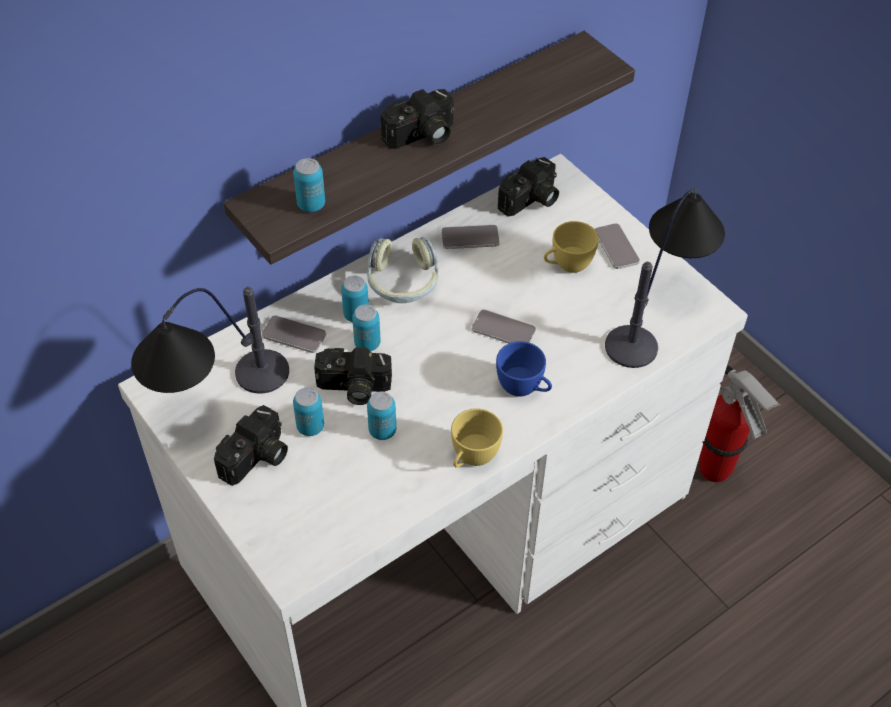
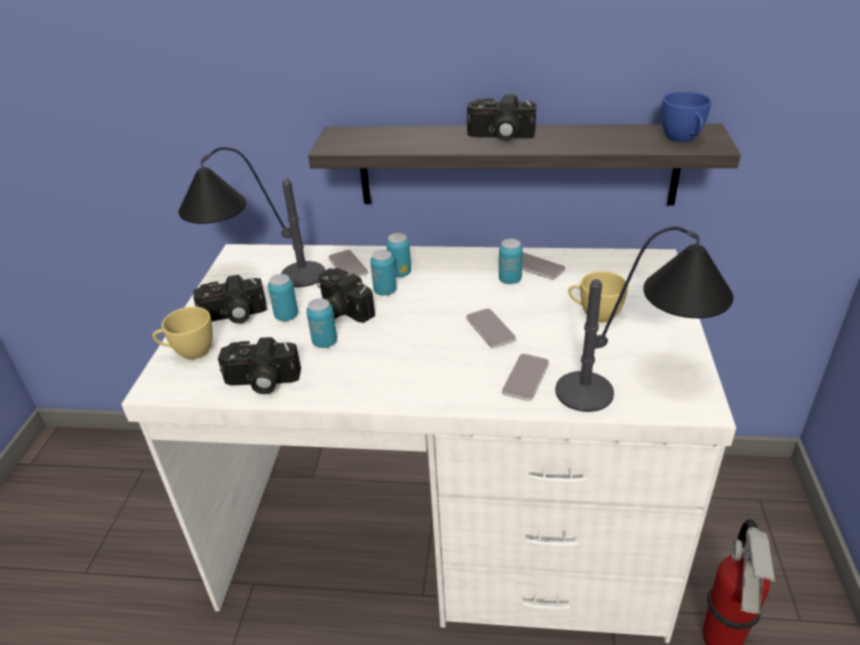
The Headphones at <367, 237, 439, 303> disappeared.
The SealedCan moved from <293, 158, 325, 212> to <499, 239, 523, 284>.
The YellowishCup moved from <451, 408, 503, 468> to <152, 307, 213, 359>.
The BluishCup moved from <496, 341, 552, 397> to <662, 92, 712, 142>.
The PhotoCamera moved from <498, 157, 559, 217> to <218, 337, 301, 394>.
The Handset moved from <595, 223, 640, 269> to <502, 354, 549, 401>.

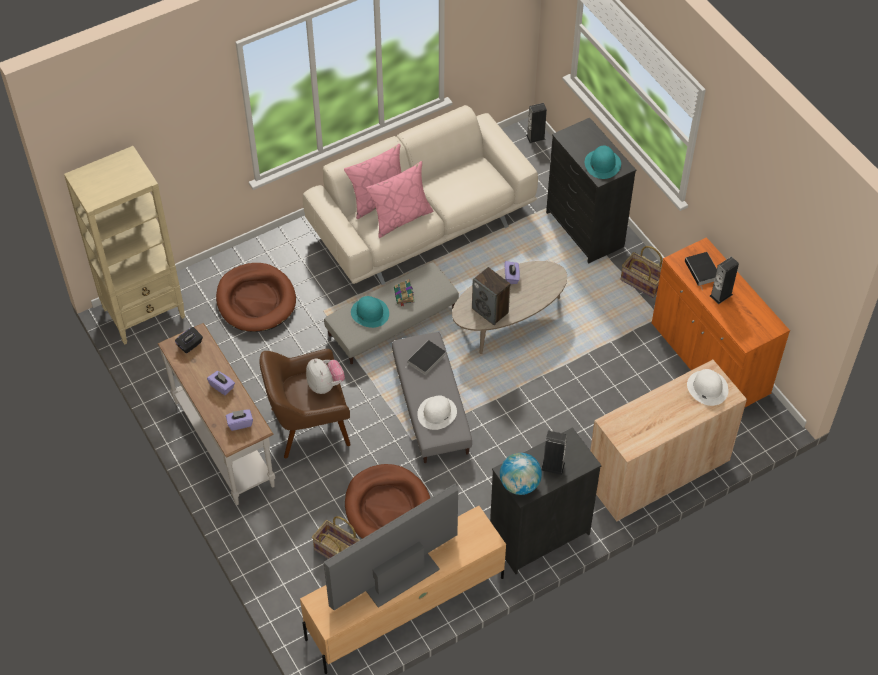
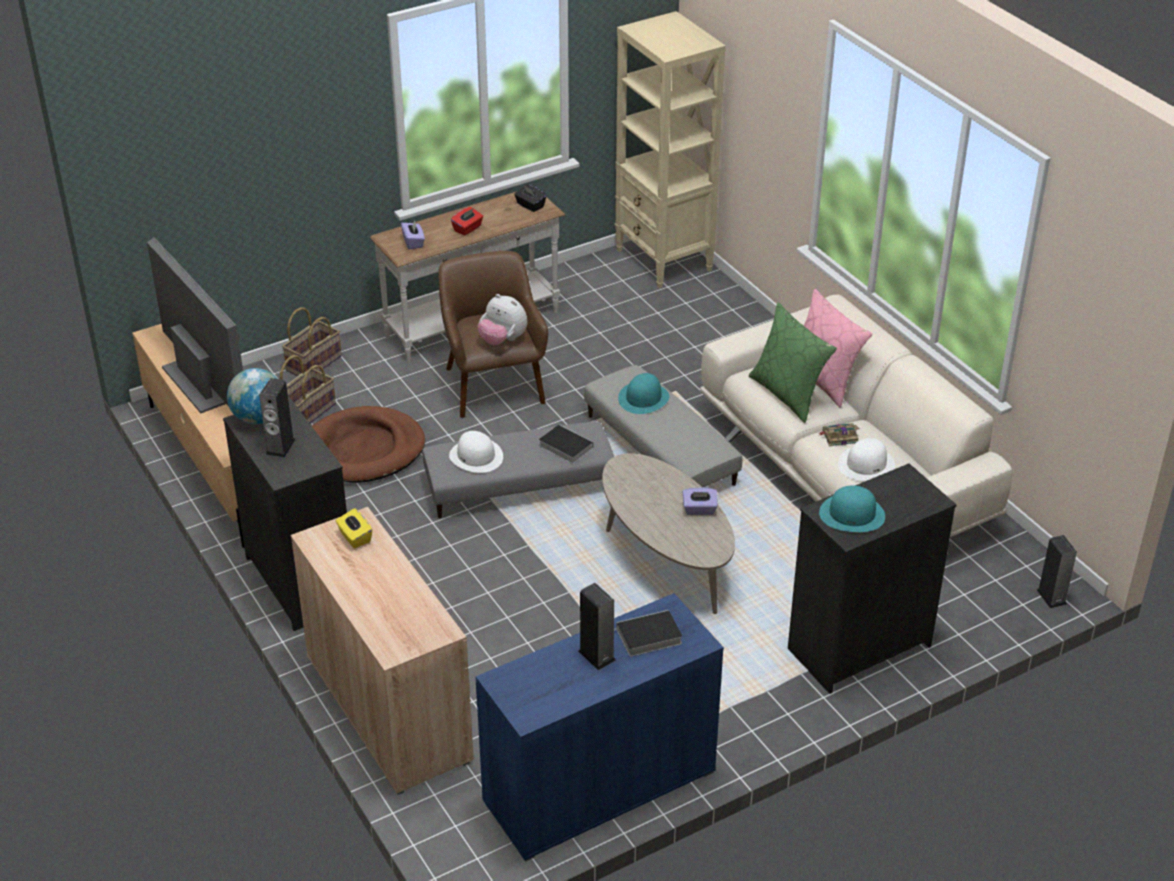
The BrownPetBed at <216, 263, 296, 332> disappeared.
The AudioSpeaker at <472, 267, 510, 325> disappeared.
The YellowishTissueHolder at <336, 508, 372, 548> appeared.
The BoundBook moved from <394, 279, 415, 307> to <819, 423, 860, 446>.
The HouseholdBasket moved from <621, 246, 662, 298> to <282, 307, 342, 376>.
The WhitishWearableHat moved from <687, 369, 728, 406> to <838, 438, 895, 481>.
The PurplishTissueHolder at <207, 371, 235, 395> became the RedColouredTissueHolder at <451, 207, 483, 235>.
The PinkColouredThrowPillow at <366, 161, 434, 238> became the GreenColouredThrowPillow at <749, 303, 837, 423>.
The OrangeyCupboard at <652, 237, 790, 407> became the BluishCupboard at <476, 593, 724, 862>.
The CuddlyToy at <306, 359, 345, 394> turned 60 degrees clockwise.

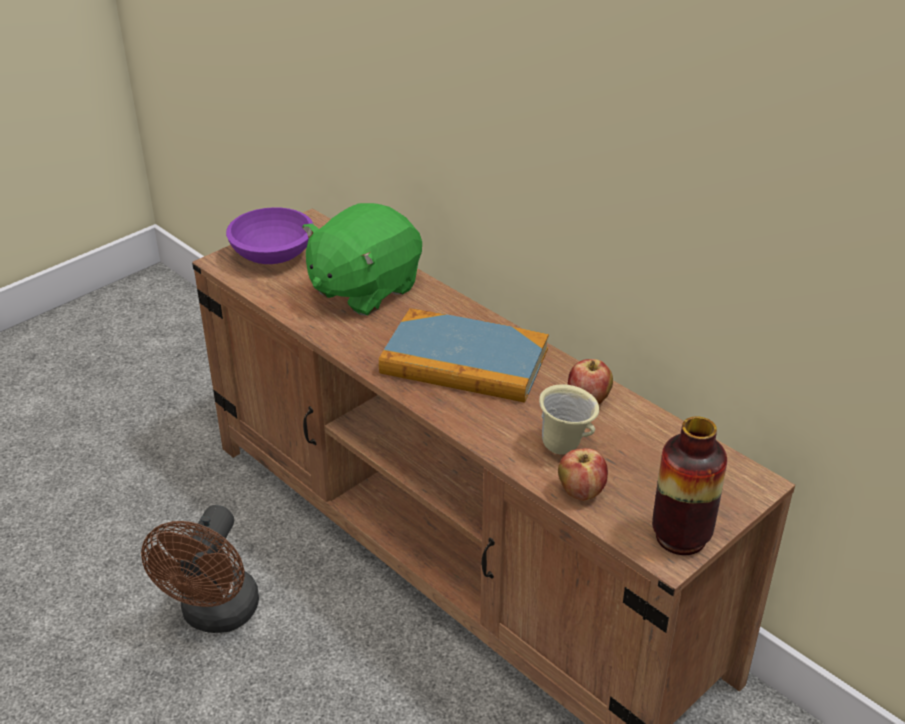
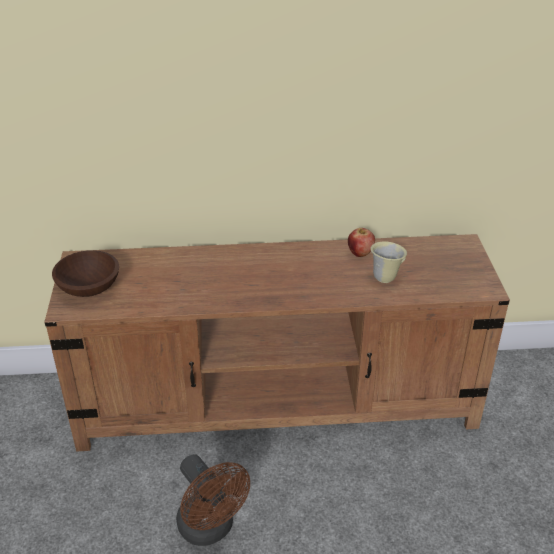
The GreenColouredCuddlyToy at <303, 203, 422, 316> disappeared.
The BoundBook at <379, 308, 549, 403> disappeared.
The Apple at <558, 448, 608, 501> disappeared.
The DecorativeVase at <652, 416, 727, 555> disappeared.
The PurplishBowl at <226, 207, 314, 264> became the BrownBowl at <52, 250, 119, 297>.

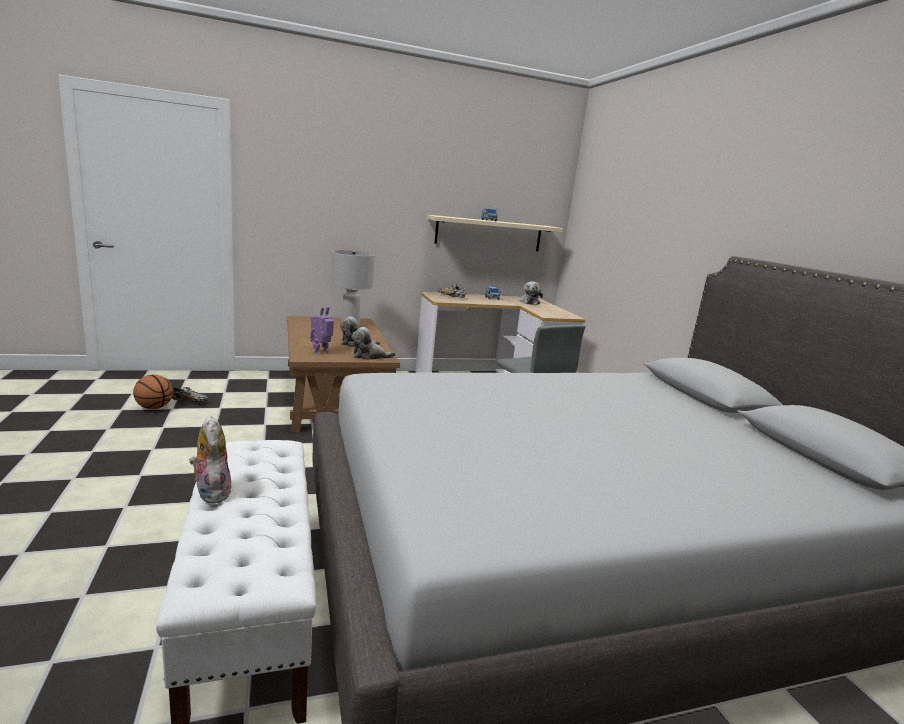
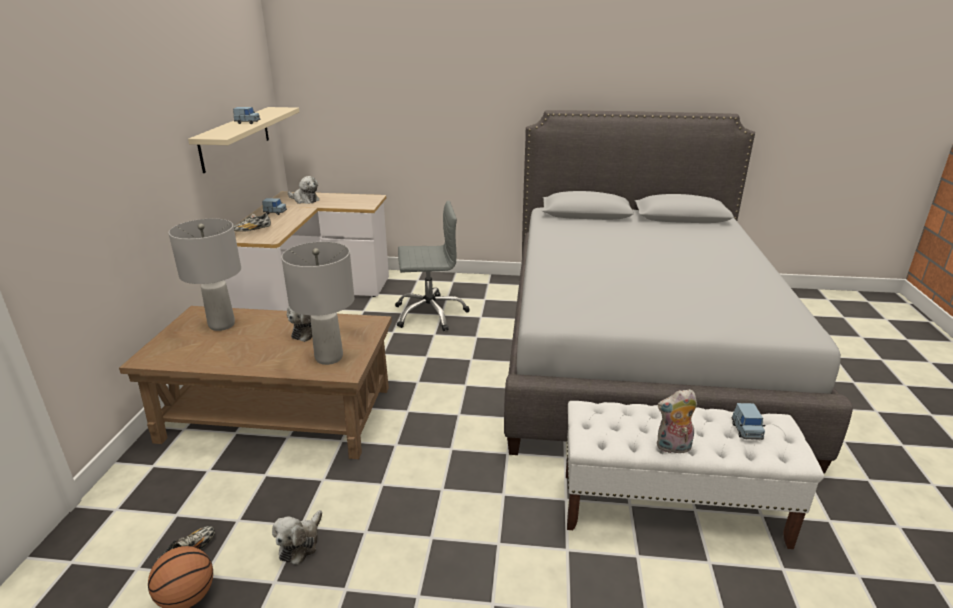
The BluishToyCar at <731, 403, 765, 440> appeared.
The CuddlyToy moved from <352, 327, 396, 360> to <272, 510, 322, 565>.
The RobotFigure at <311, 306, 334, 354> was replaced by the GreyLampForATable at <281, 242, 354, 365>.

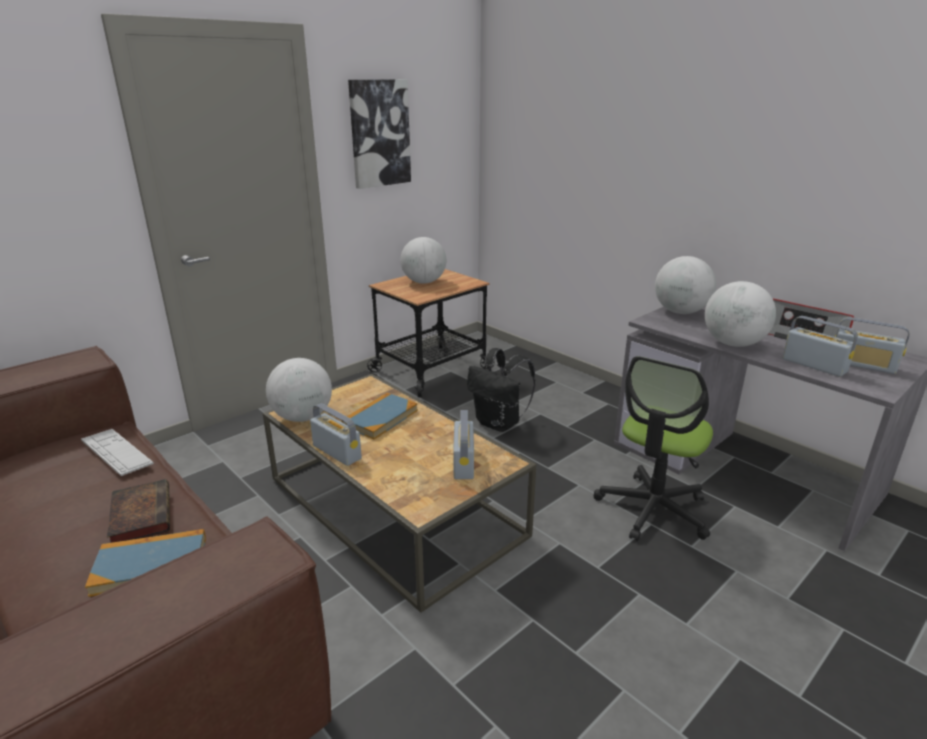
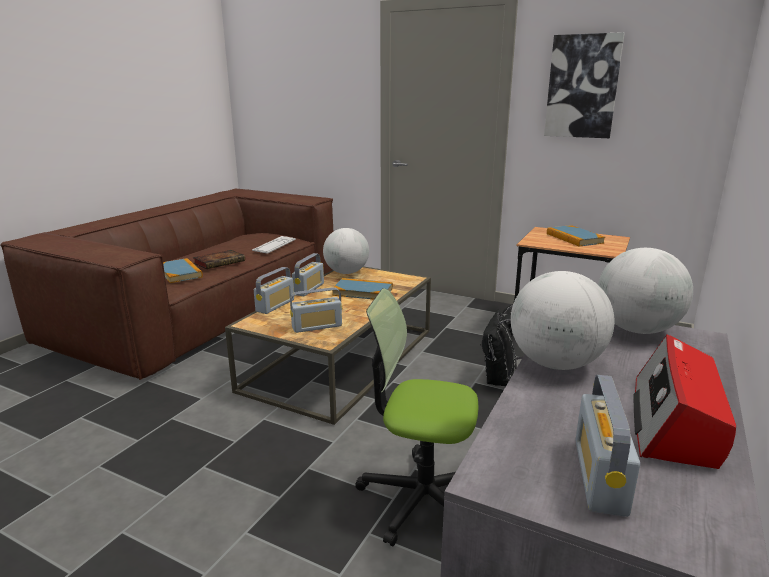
The RadioReceiver moved from <783, 316, 858, 377> to <254, 267, 294, 314>.
The DeskGlobe at <400, 237, 446, 284> was replaced by the BoundBook at <547, 225, 605, 247>.

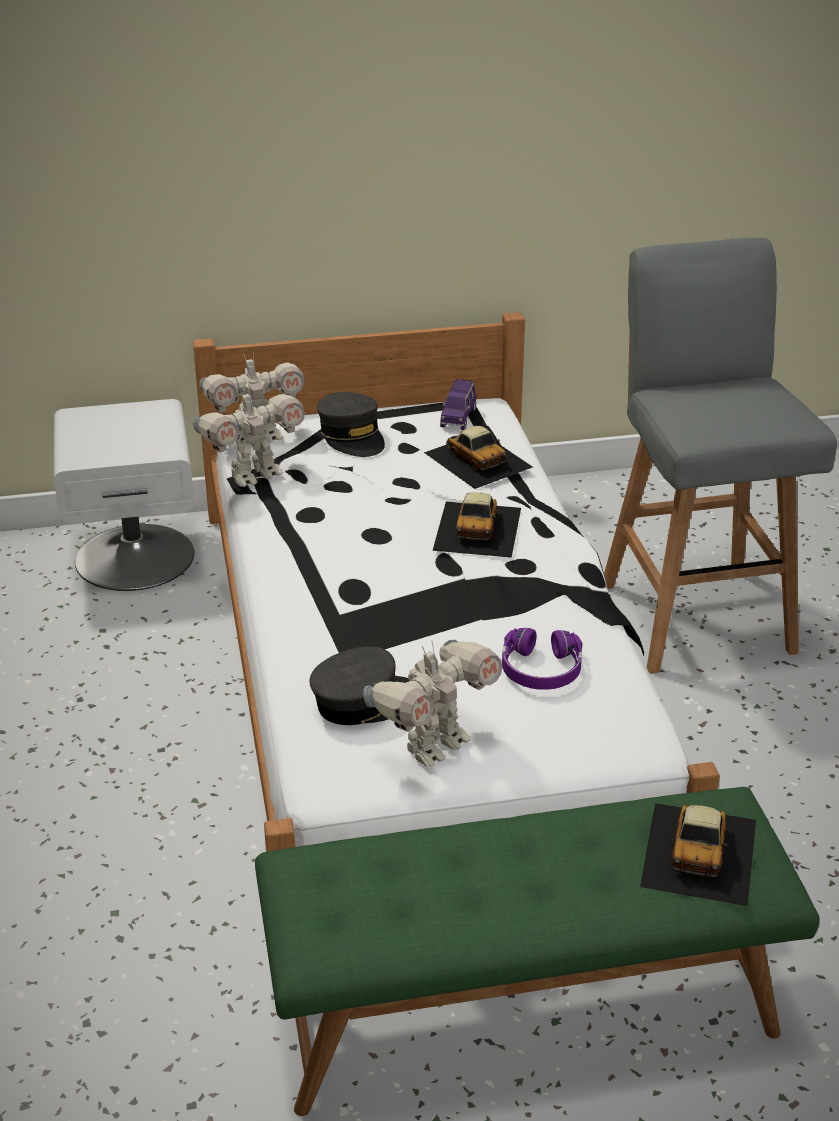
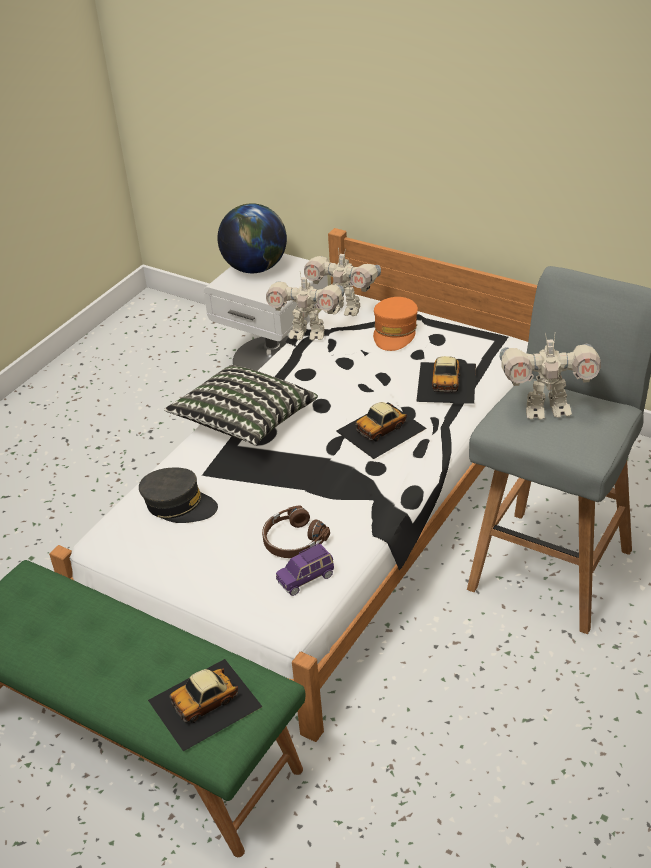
The ThrowPillow at <164, 365, 318, 445> appeared.
The DeskGlobe at <218, 203, 287, 273> appeared.
The RobotFigure moved from <363, 640, 503, 767> to <500, 333, 601, 420>.
The PurplishToyCar moved from <440, 379, 477, 430> to <276, 543, 334, 596>.
The GreyPeakedCap at <317, 392, 385, 457> became the OrangeyPeakedCap at <373, 297, 418, 351>.
The PurplishHeadphones at <502, 628, 582, 690> became the BrownHeadphones at <262, 506, 330, 558>.

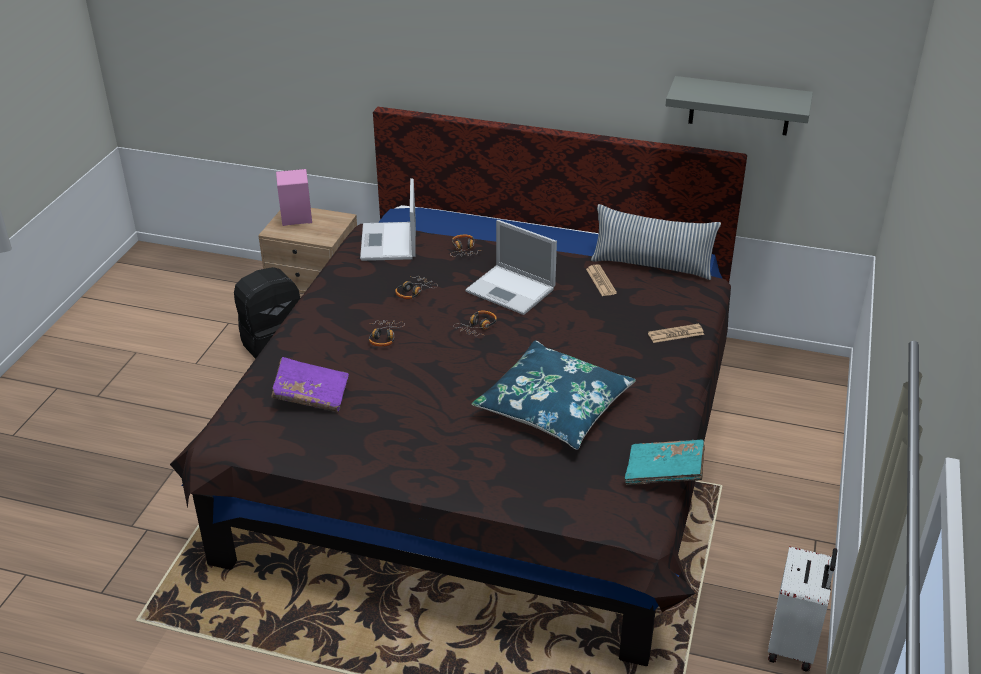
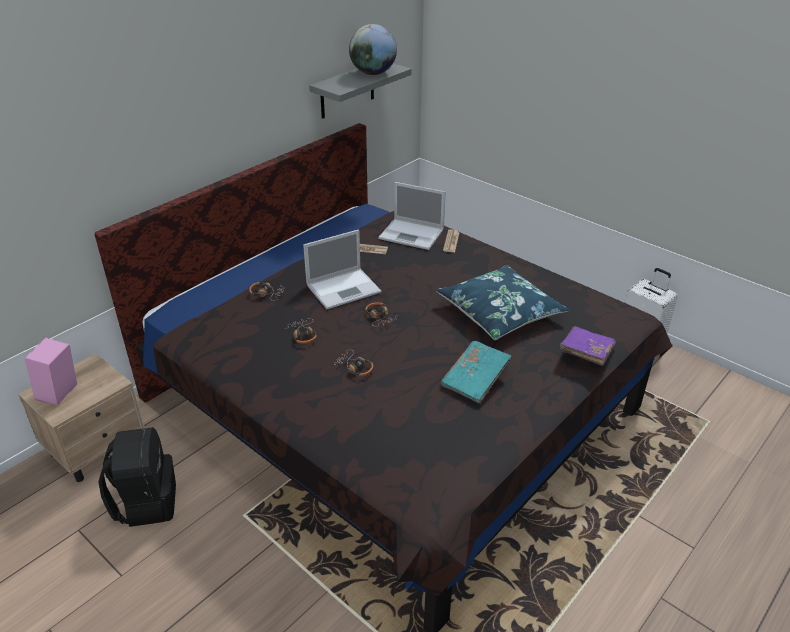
The ThrowPillow at <591, 204, 721, 280> disappeared.
The DeskGlobe at <349, 24, 397, 75> appeared.
The PurplishBoundBook moved from <271, 357, 349, 412> to <560, 326, 616, 366>.
The PortableComputer moved from <360, 178, 416, 261> to <378, 182, 446, 250>.
The TurquoiseBoundBook moved from <625, 439, 705, 485> to <441, 341, 512, 404>.

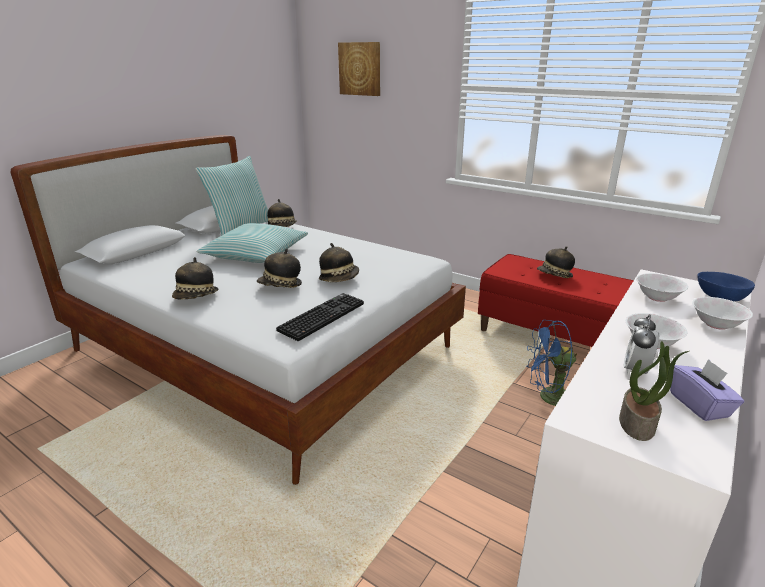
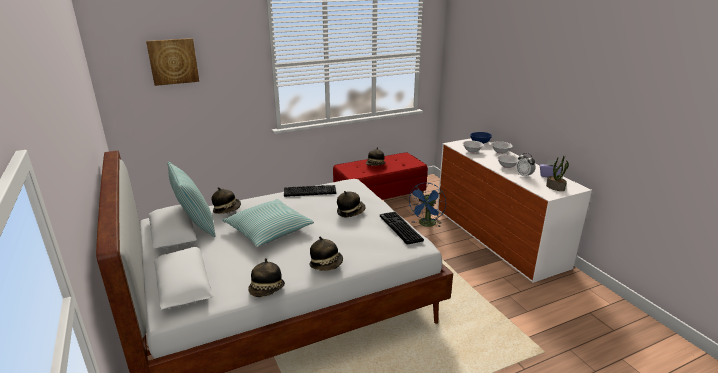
The Keyboard at <284, 185, 336, 197> appeared.
The WearableHat moved from <257, 249, 302, 288> to <248, 258, 285, 297>.

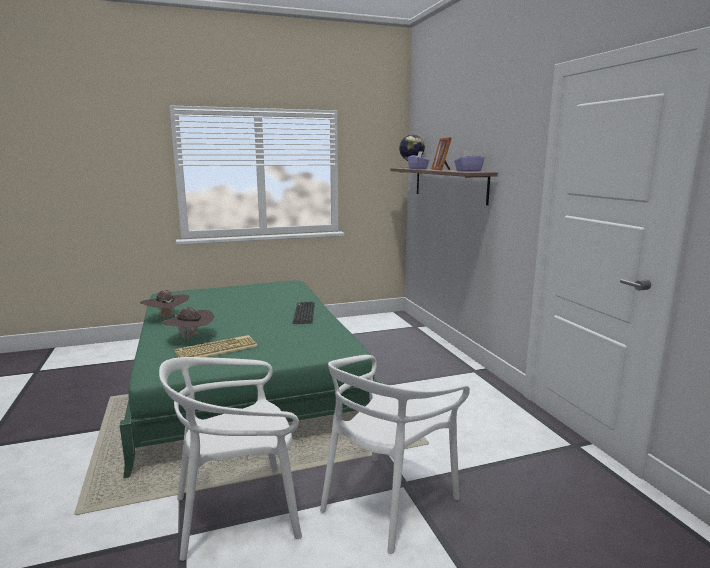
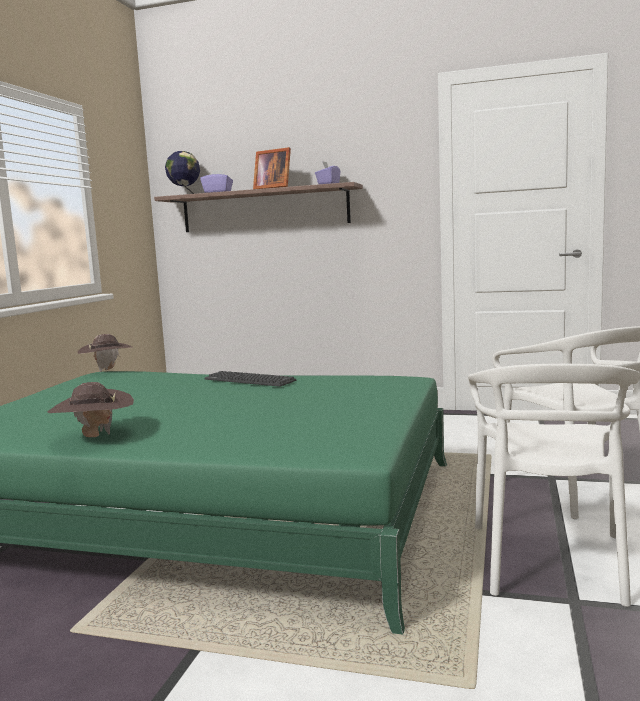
The Keyboard at <174, 335, 258, 358> disappeared.
The BrownWearableHat moved from <162, 307, 214, 339> to <78, 334, 132, 372>.

